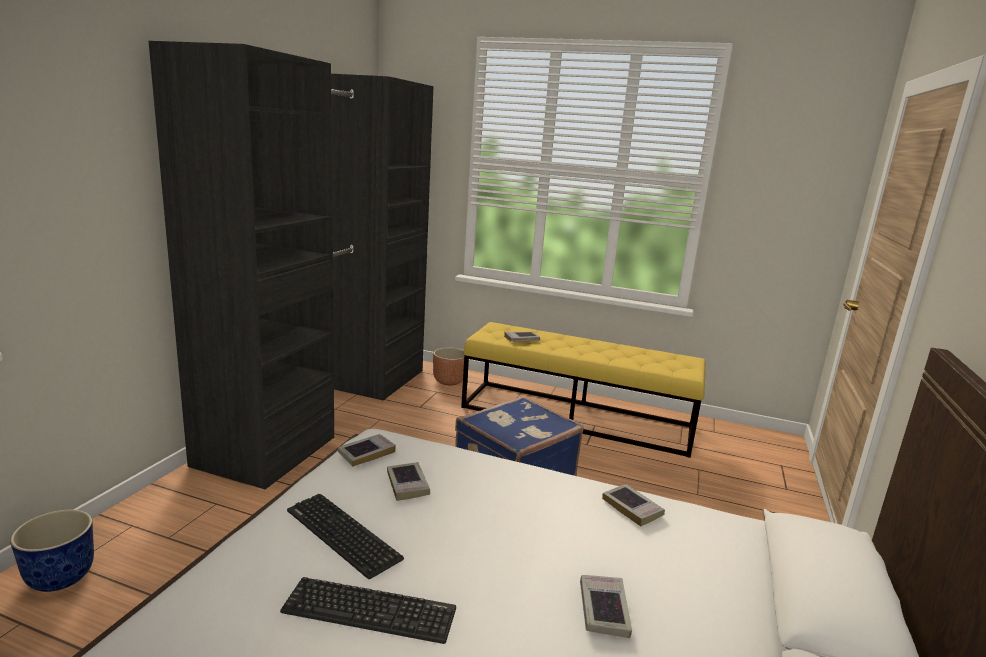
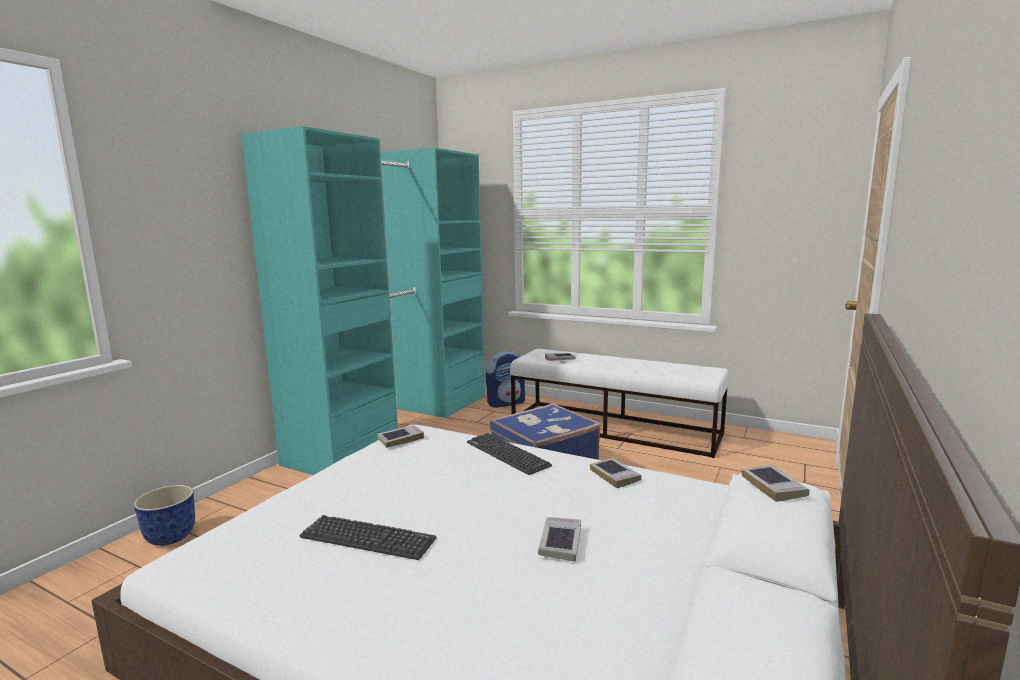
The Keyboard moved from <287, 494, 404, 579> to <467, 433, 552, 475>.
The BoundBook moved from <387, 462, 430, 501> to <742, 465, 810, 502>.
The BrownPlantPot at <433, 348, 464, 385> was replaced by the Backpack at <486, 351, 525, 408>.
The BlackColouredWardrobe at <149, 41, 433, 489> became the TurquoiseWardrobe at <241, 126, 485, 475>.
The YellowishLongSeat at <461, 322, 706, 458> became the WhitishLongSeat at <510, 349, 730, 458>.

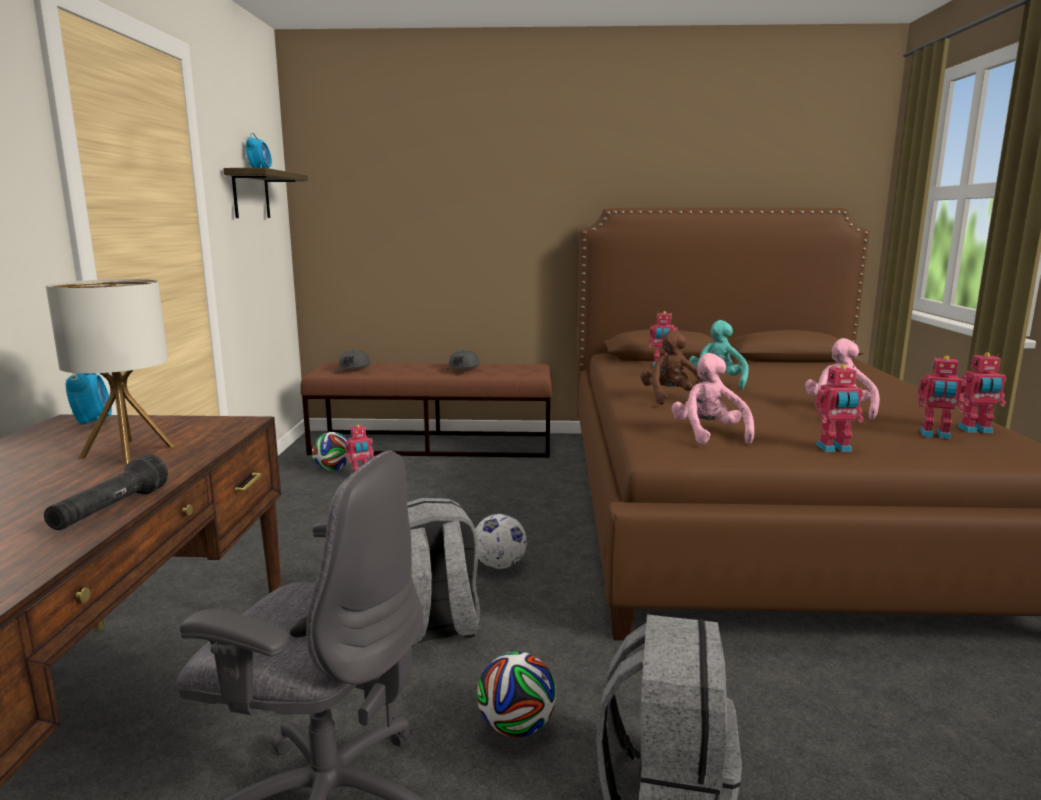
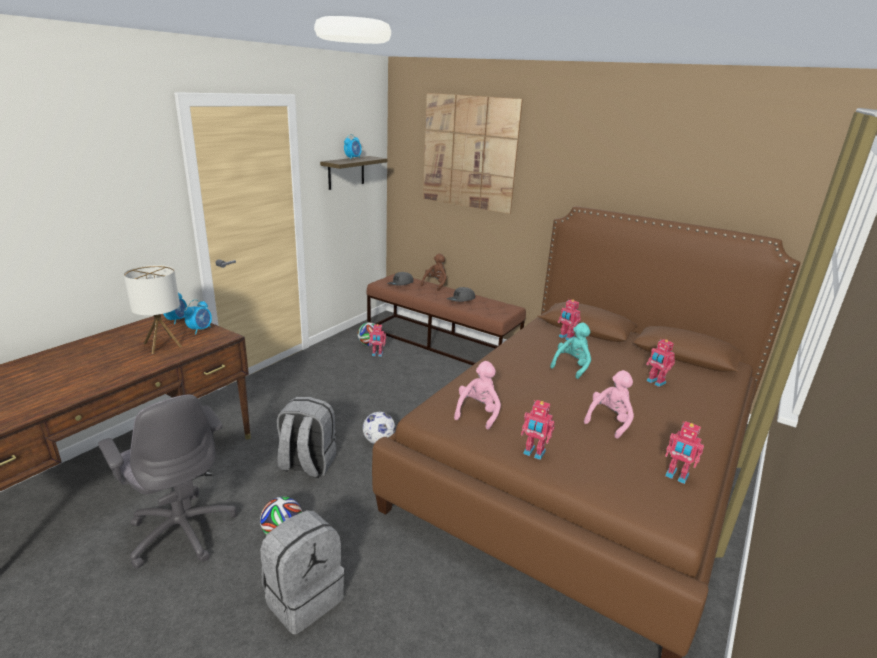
The BlackColouredHandTorch at <44, 454, 168, 530> disappeared.
The BedsideClock at <184, 300, 212, 334> appeared.
The WallArt at <423, 93, 523, 214> appeared.
The BrownCuddlyToy moved from <641, 330, 703, 405> to <421, 254, 447, 291>.
The RobotFigure moved from <918, 356, 967, 439> to <646, 338, 675, 387>.

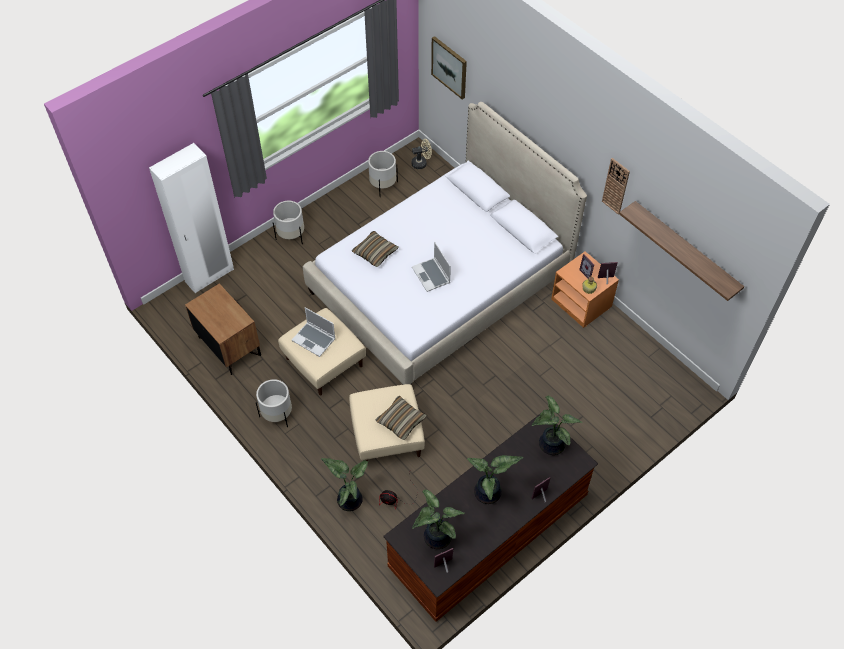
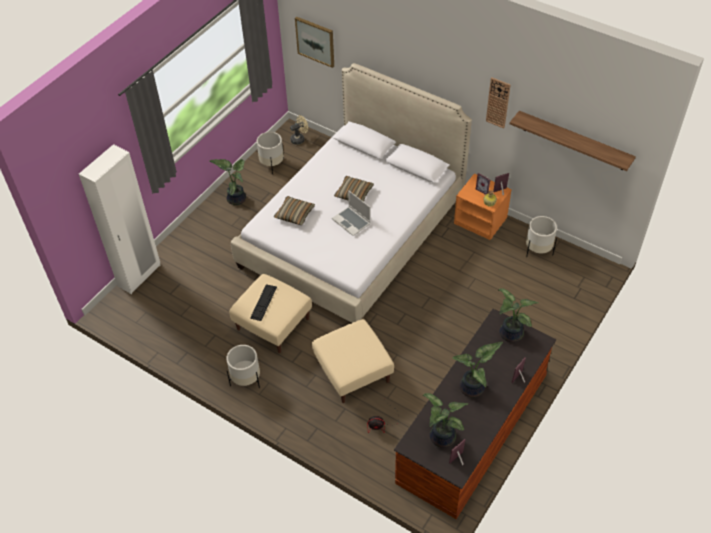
The BrownBedsideTable at <185, 283, 261, 375> disappeared.
The WhitishPlantPot moved from <273, 201, 304, 244> to <526, 216, 557, 257>.
The PottedPlant moved from <321, 458, 368, 511> to <210, 159, 246, 205>.
The ThrowPillow moved from <376, 396, 427, 440> to <334, 176, 374, 202>.
The PortableComputer at <292, 307, 336, 357> was replaced by the Keyboard at <250, 284, 277, 321>.

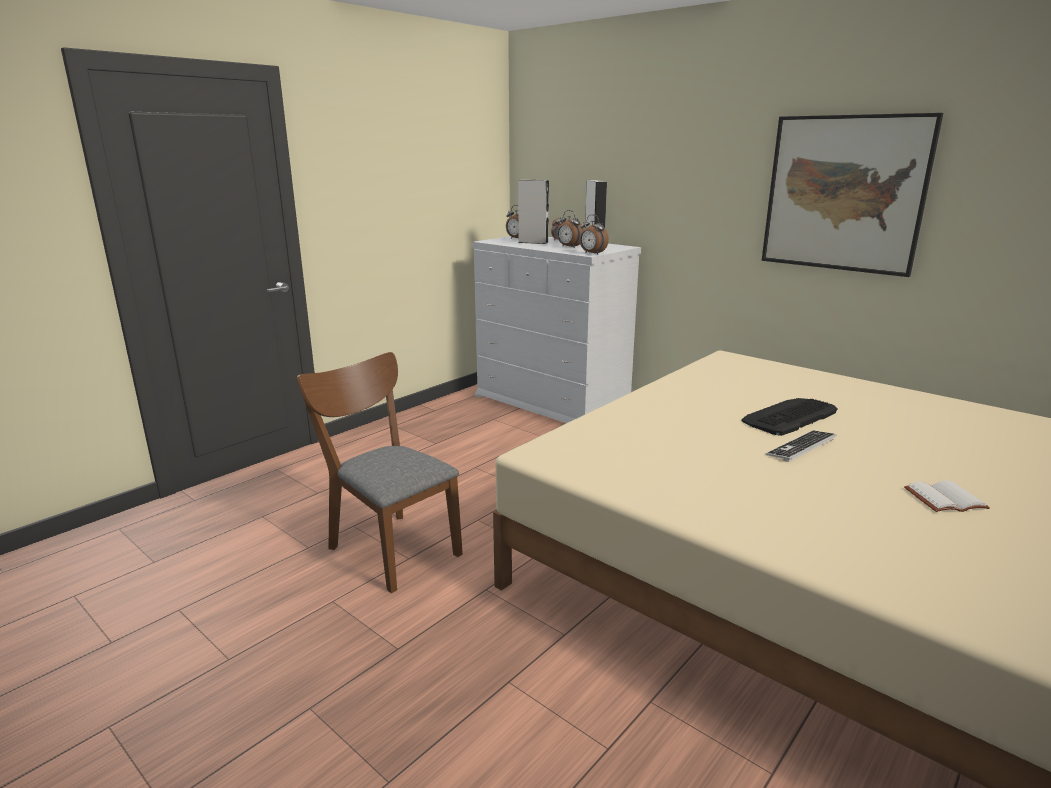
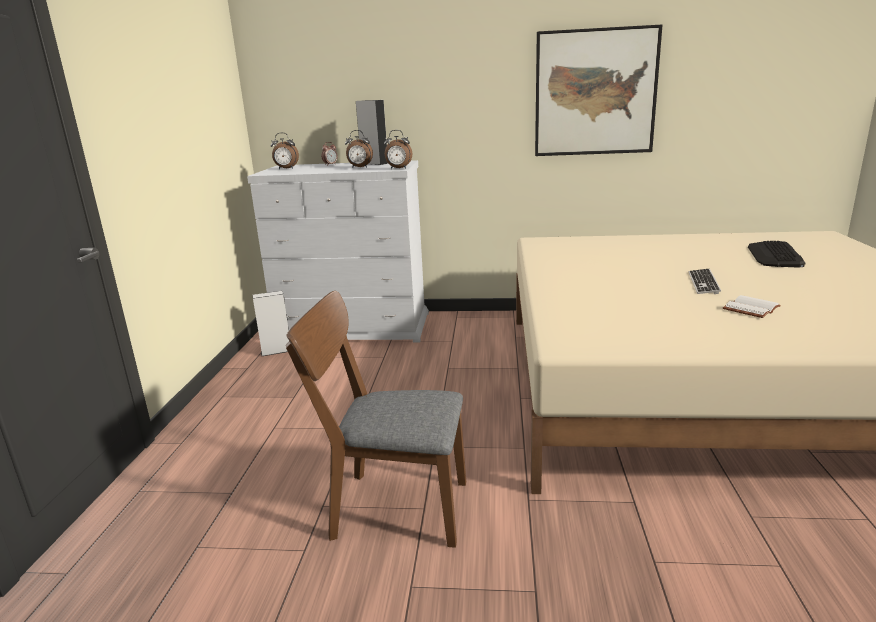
The GreyAudioSpeaker moved from <518, 180, 549, 244> to <252, 291, 289, 356>.
The Keyboard moved from <741, 398, 838, 436> to <748, 241, 806, 268>.
The WhitishBoundBook moved from <904, 481, 990, 512> to <723, 295, 781, 318>.

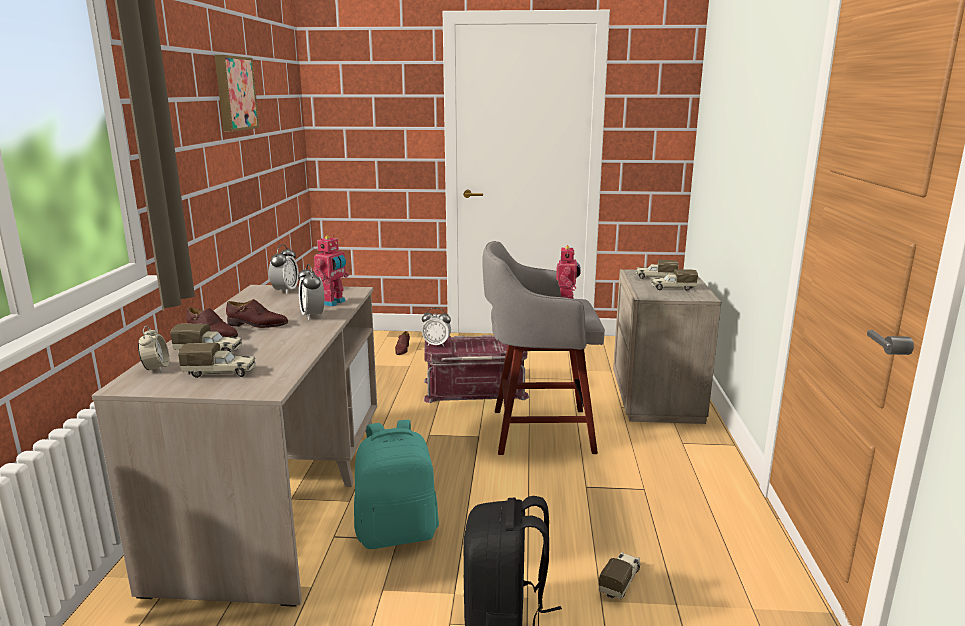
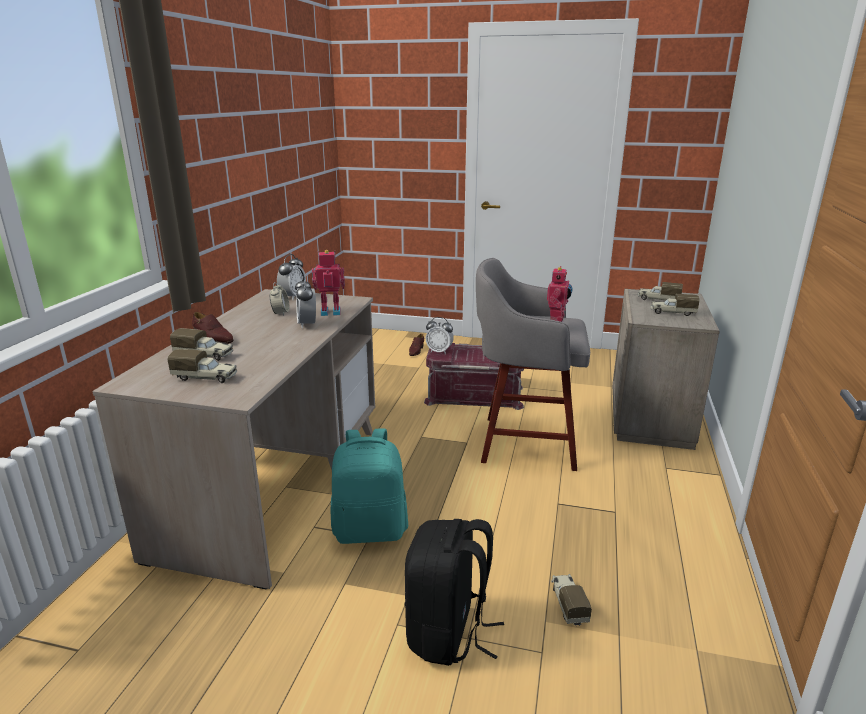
The WallArt at <215, 55, 259, 132> disappeared.
The BrownLowShoe at <226, 299, 288, 328> disappeared.
The BedsideClock moved from <138, 326, 169, 372> to <270, 282, 290, 316>.
The RobotFigure at <313, 235, 349, 307> turned 135 degrees counterclockwise.
The ModelTruck at <599, 552, 640, 599> turned 45 degrees counterclockwise.

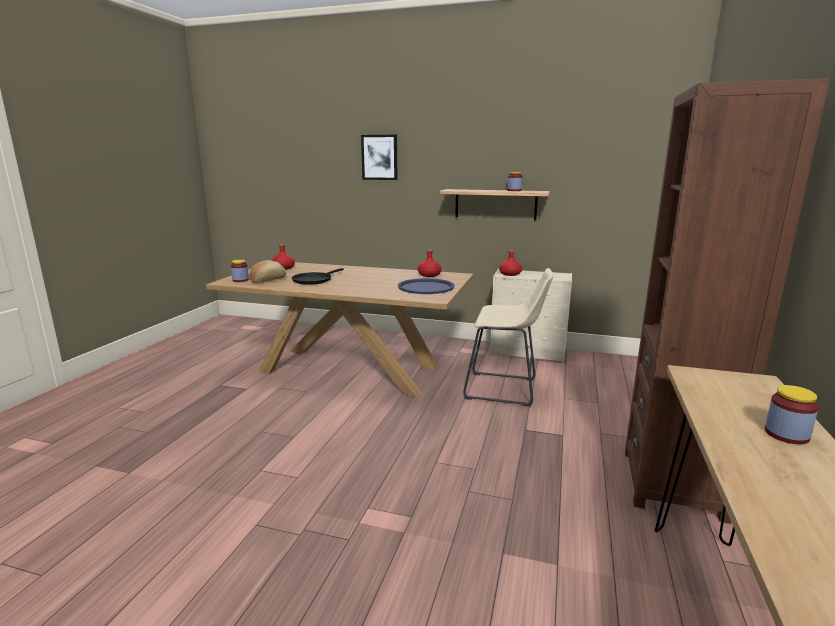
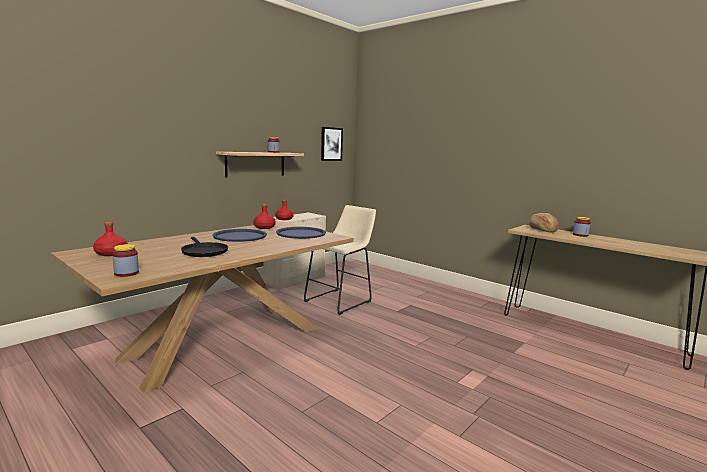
The BrownBookcase at <625, 78, 830, 524> disappeared.
The BluishServingTray at <213, 229, 267, 242> appeared.
The BakedBread moved from <249, 260, 286, 283> to <529, 213, 559, 233>.
The WallArt moved from <361, 135, 398, 180> to <321, 127, 343, 161>.

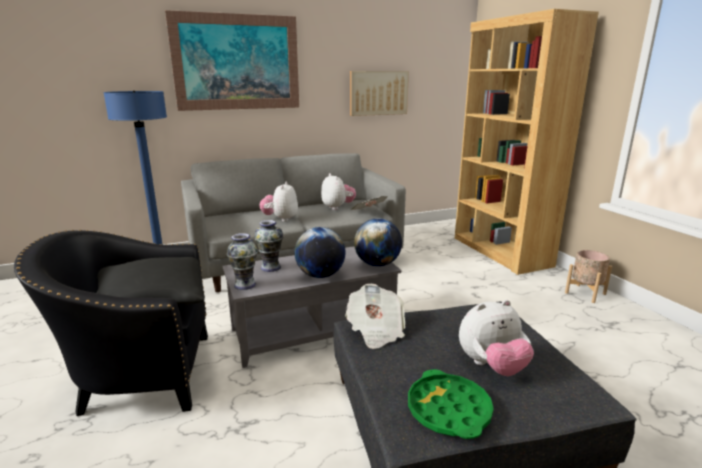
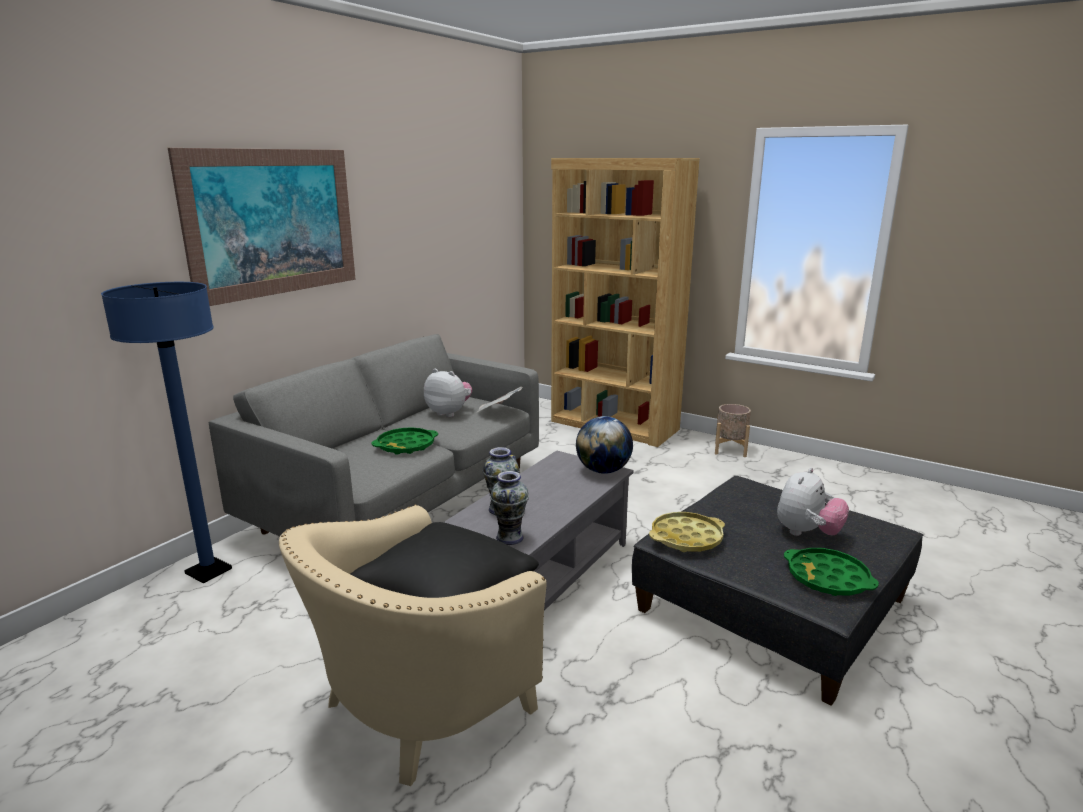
The DeskGlobe at <295, 227, 345, 278> disappeared.
The WallArt at <350, 71, 409, 116> disappeared.
The CuddlyToy at <260, 182, 298, 222> was replaced by the GreenColouredServingTray at <372, 427, 438, 455>.
The PrintedPaper at <345, 284, 405, 349> was replaced by the YellowishServingTray at <649, 512, 725, 552>.
The BlackColouredArmchair at <14, 230, 208, 416> became the SandColouredArmchair at <279, 504, 547, 786>.

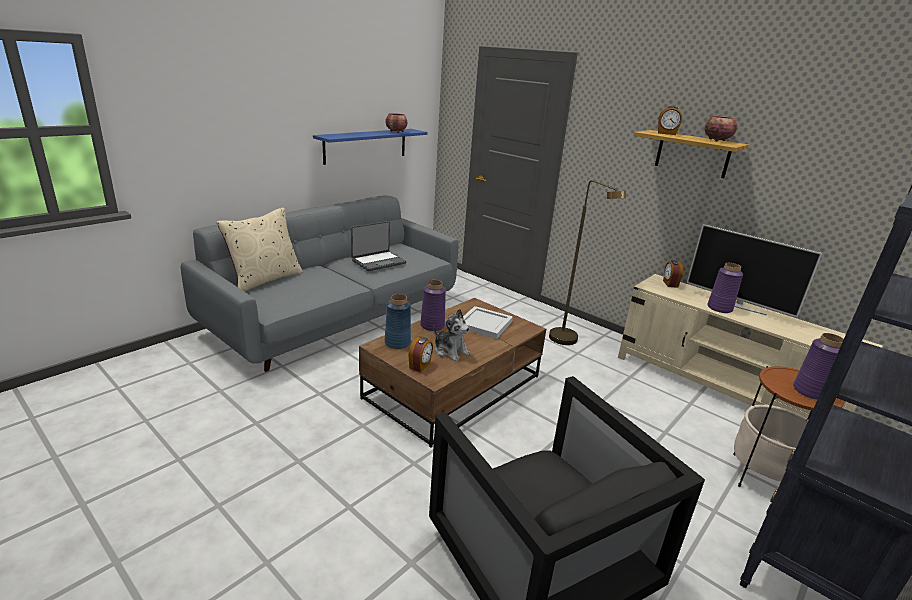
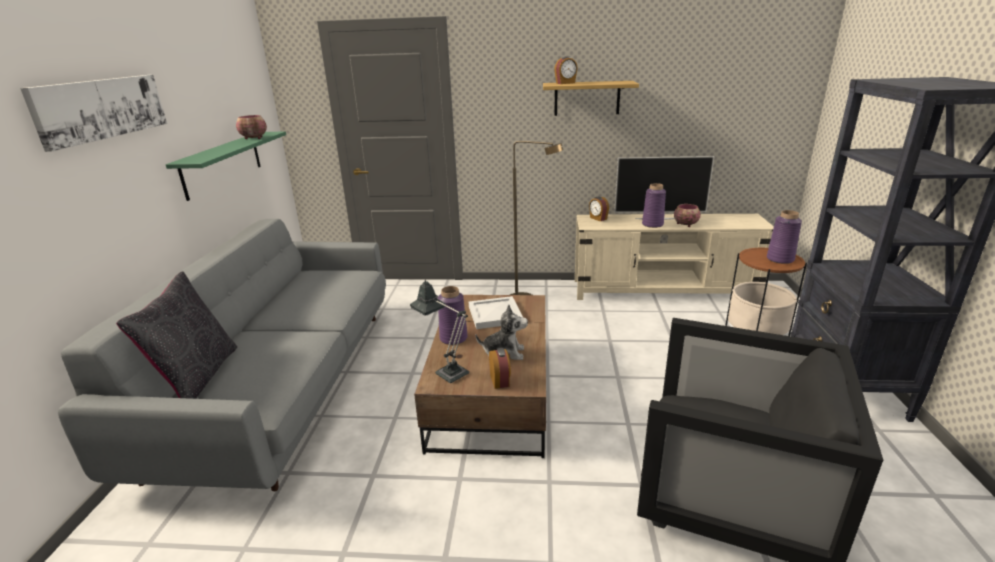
The PortableComputer at <351, 221, 406, 271> disappeared.
The WallArt at <20, 75, 167, 152> appeared.
The Bowl moved from <704, 116, 737, 142> to <674, 204, 701, 227>.
The BluishDecorativeVase at <385, 294, 411, 349> was replaced by the LampForATable at <410, 279, 469, 383>.
The SandColouredThrowPillow at <217, 208, 303, 292> became the BlackColouredThrowPillow at <116, 271, 237, 399>.
The BluishShelf at <313, 129, 428, 165> became the GreenColouredShelf at <165, 131, 286, 201>.

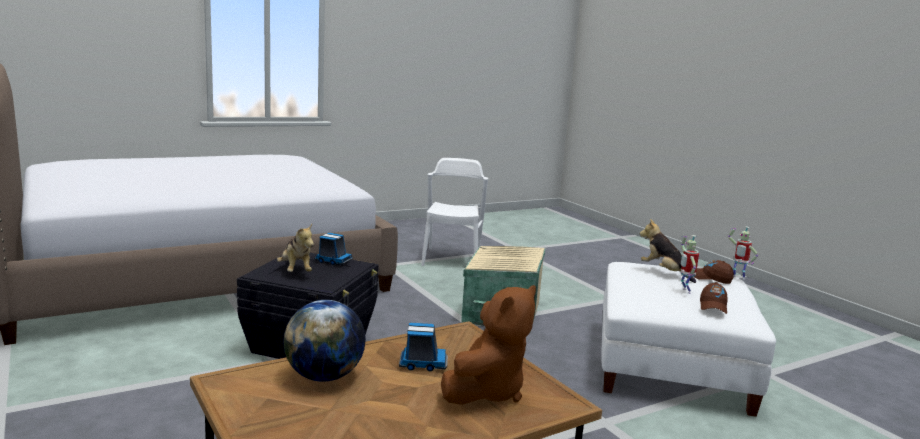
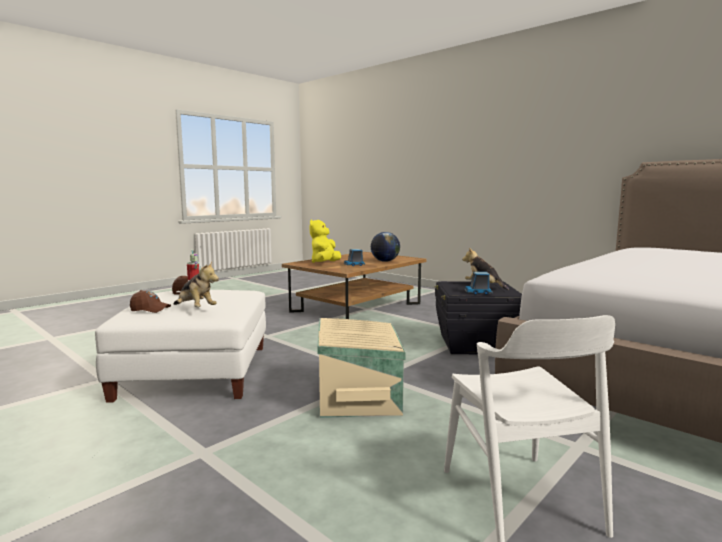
The RobotFigure at <728, 226, 758, 279> disappeared.
The BrownCuddlyToy at <441, 285, 536, 405> became the YellowishCuddlyToy at <309, 220, 341, 263>.

